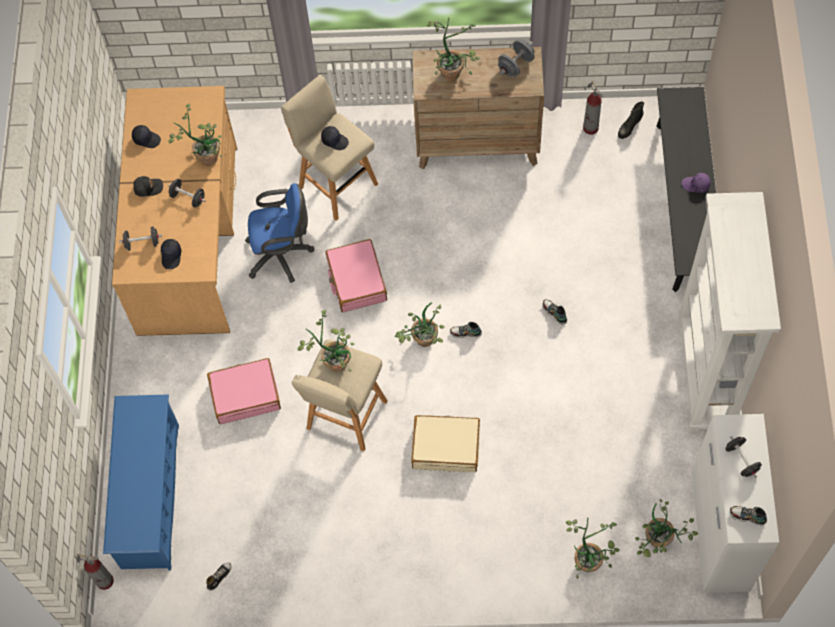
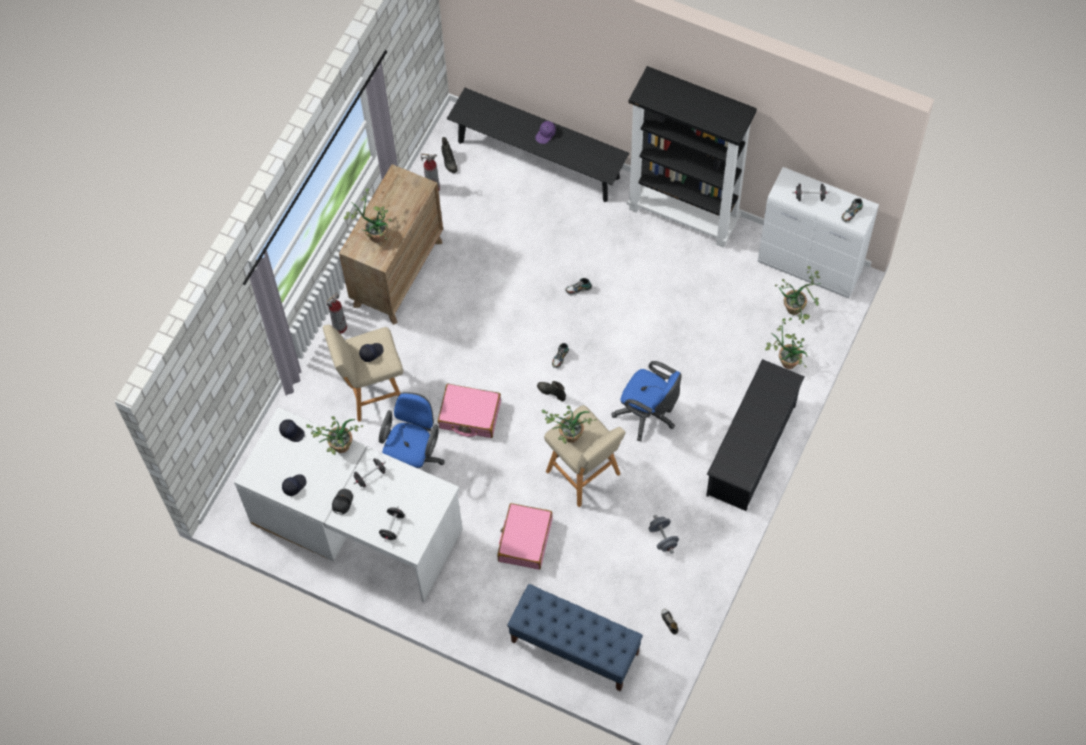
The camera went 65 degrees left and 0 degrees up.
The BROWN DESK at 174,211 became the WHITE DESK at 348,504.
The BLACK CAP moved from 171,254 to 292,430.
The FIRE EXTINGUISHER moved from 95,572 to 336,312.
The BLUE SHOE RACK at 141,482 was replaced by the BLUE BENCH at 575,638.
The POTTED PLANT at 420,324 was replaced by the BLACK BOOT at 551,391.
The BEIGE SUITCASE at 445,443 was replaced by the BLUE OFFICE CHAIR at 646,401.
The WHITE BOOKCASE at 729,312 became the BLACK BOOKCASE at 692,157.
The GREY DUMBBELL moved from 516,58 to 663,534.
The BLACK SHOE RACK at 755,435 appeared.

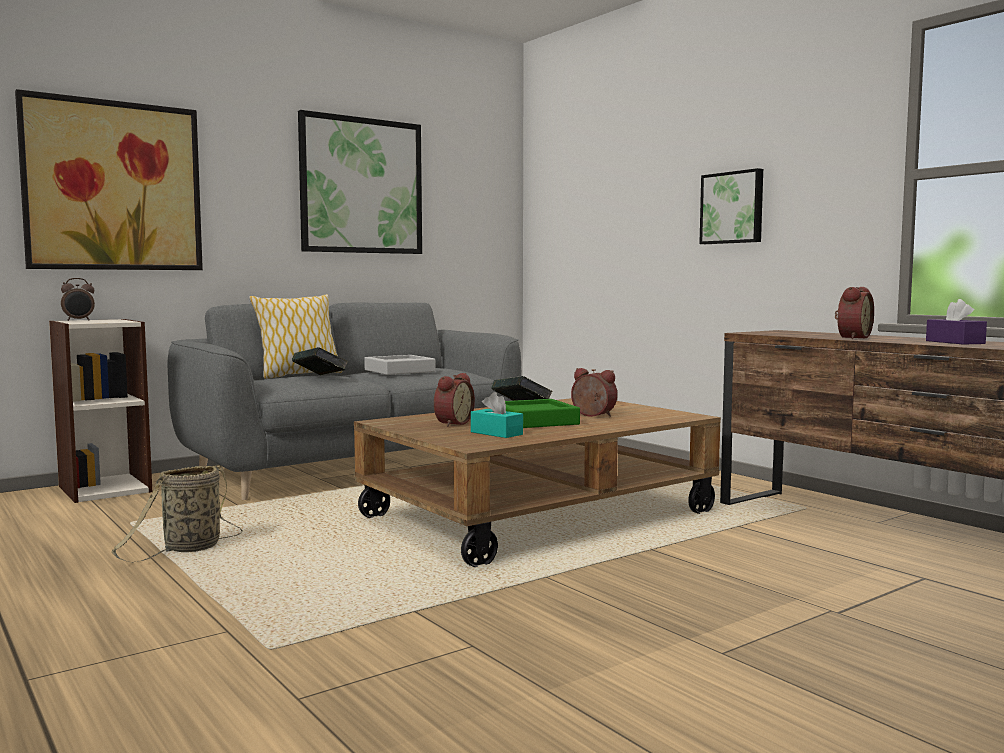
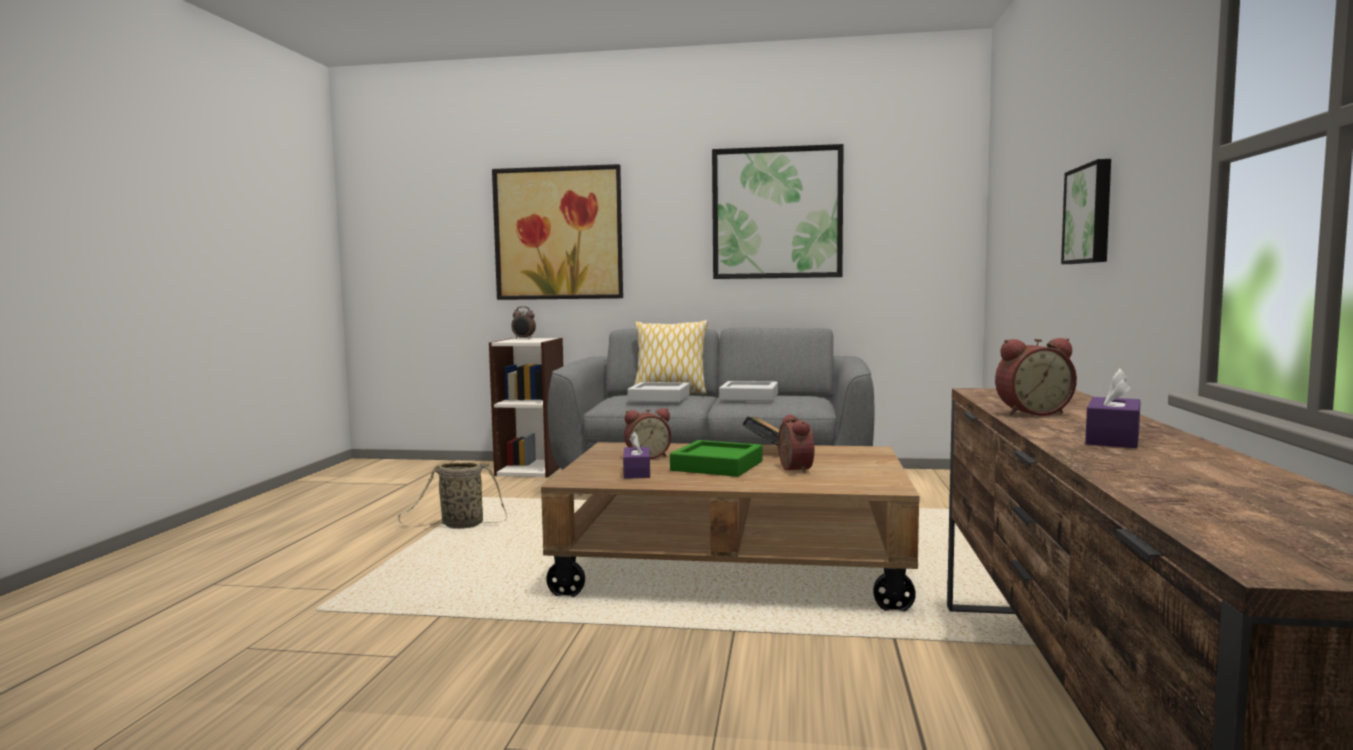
The camera went 45 degrees right and 0 degrees up.
The TURQUOISE TISSUE BOX at 497,415 became the PURPLE TISSUE BOX at 636,455.
The BOOK at 320,361 was replaced by the GREY TRAY at 659,392.

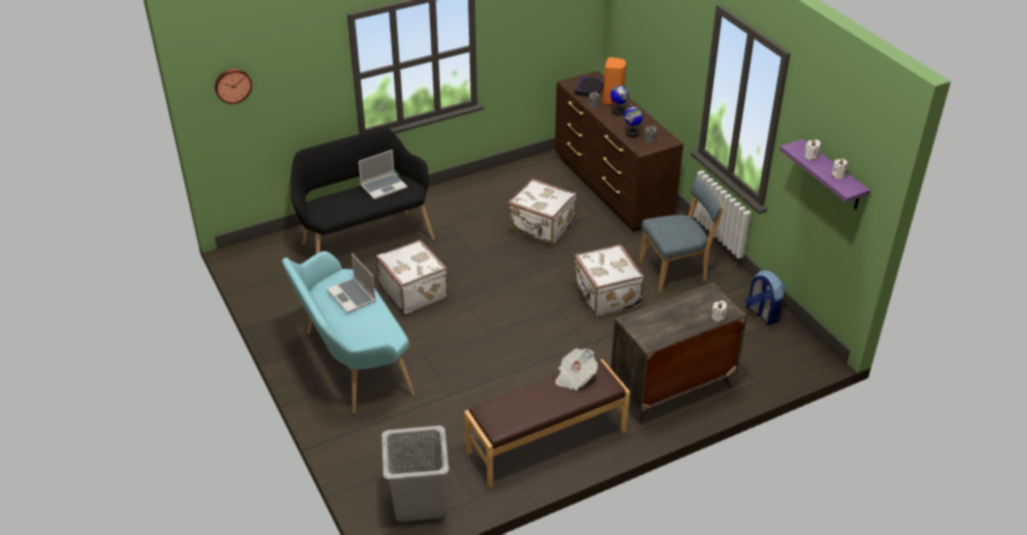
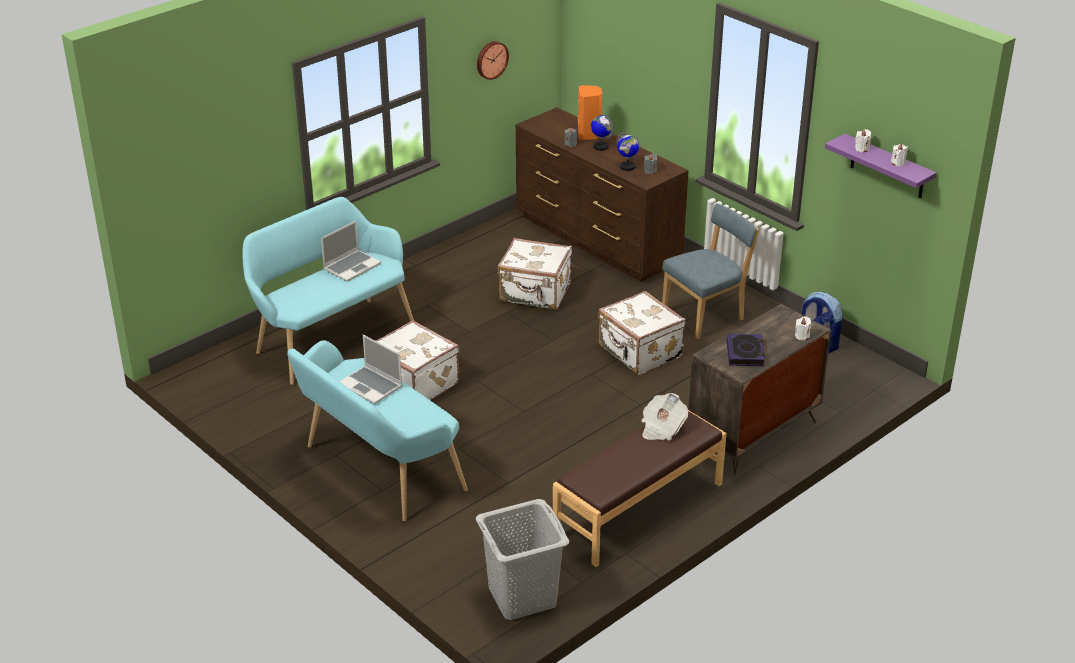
The camera went 15 degrees left and 5 degrees down.
The BLACK BENCH at 362,191 became the TURQUOISE BENCH at 328,291.
The WALL CLOCK moved from 233,86 to 493,60.
The BOOK moved from 589,86 to 746,349.

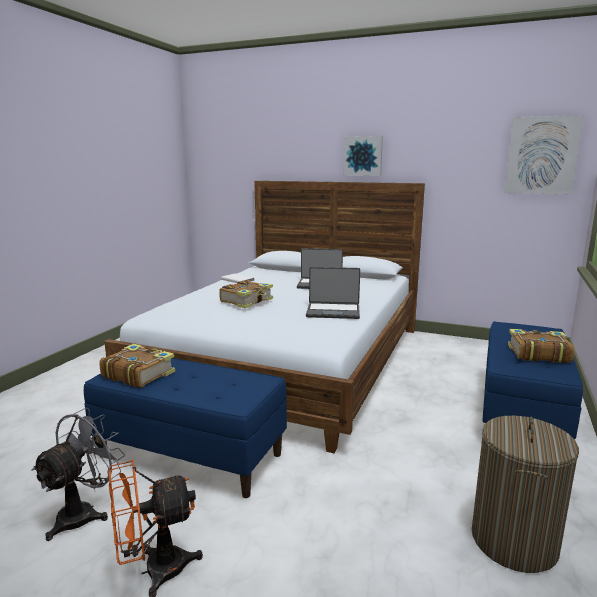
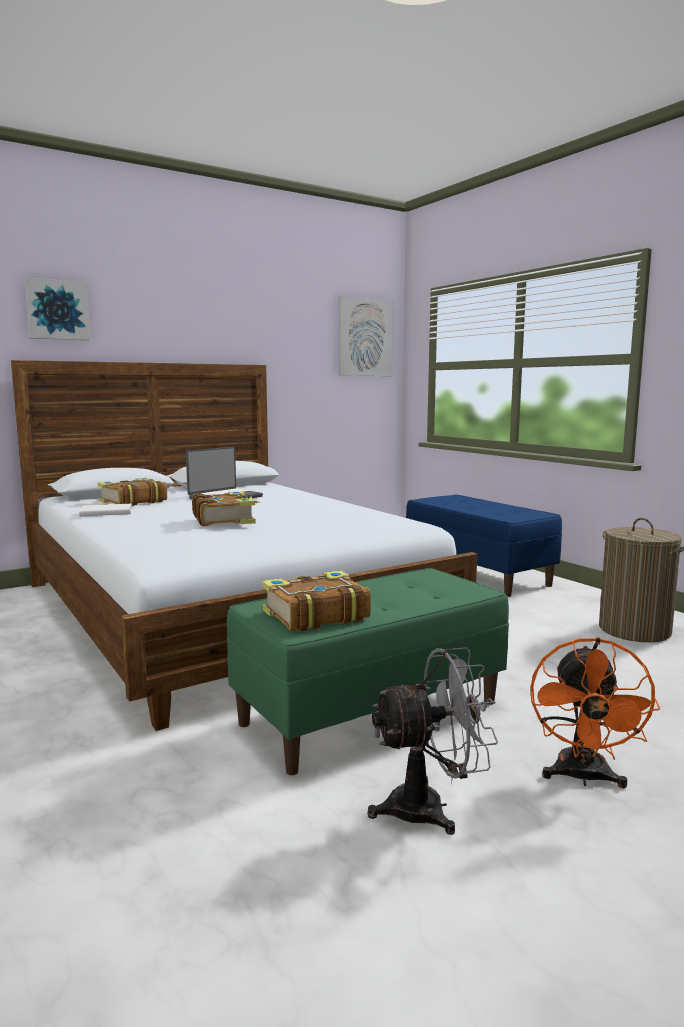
The camera went 55 degrees left and 5 degrees down.
The PICTURE moved from 363,156 to 57,308.
The BOOK moved from 541,346 to 132,492.
The BLUE BENCH at 185,428 became the GREEN BENCH at 368,671.
The GREY FAN at 78,474 turned 105 degrees clockwise.
The LAPTOP at 333,293 disappeared.

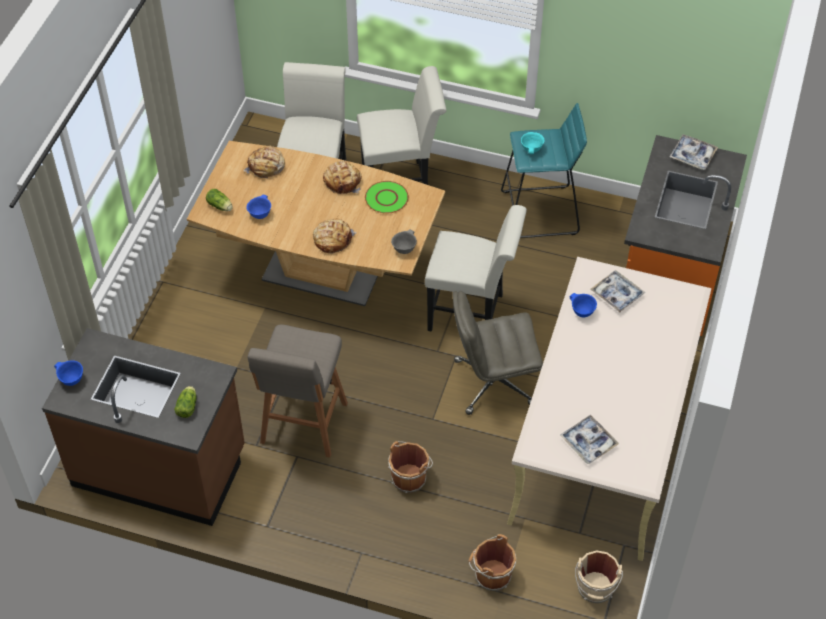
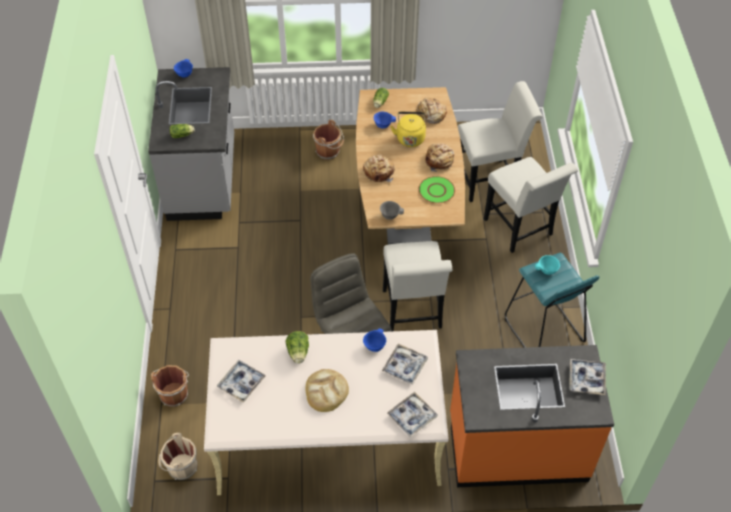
The camera went 70 degrees right and 0 degrees up.
The BROWN COUNTER at 143,427 became the GREY COUNTER at 191,144.
The LETTUCE at 297,347 appeared.
The BREAD at 327,390 appeared.
The BROWN BUCKET moved from 410,467 to 328,140.
The TRAY at 412,414 appeared.
The YELLOW KETTLE at 408,129 appeared.
The GREY STOOL at 298,391 disappeared.

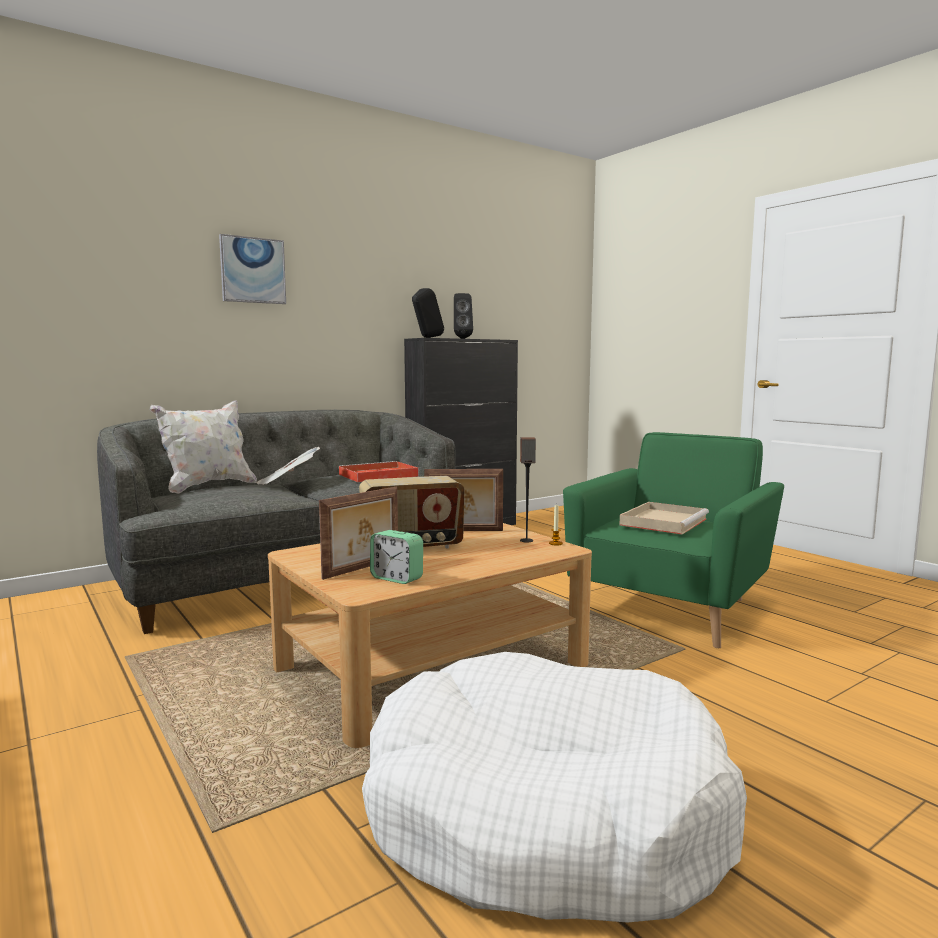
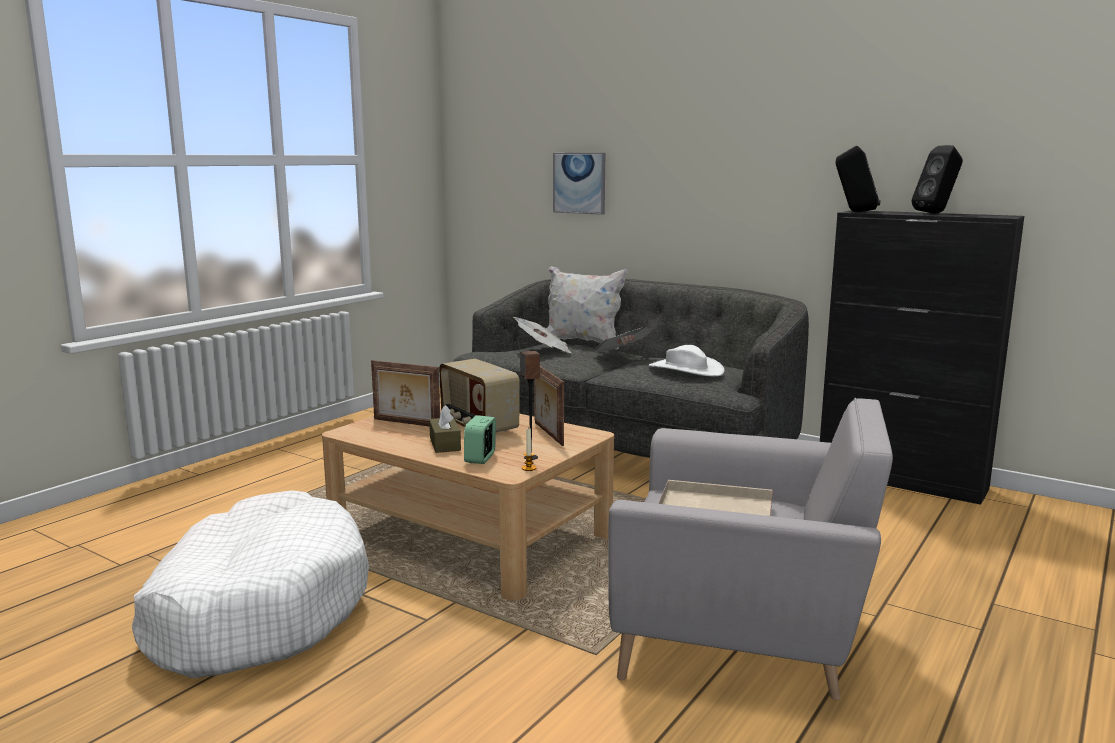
The camera went 70 degrees right and 5 degrees up.
The BROWN TISSUE BOX at 445,429 appeared.
The ALARM CLOCK moved from 396,557 to 480,439.
The NEWSPAPER at 542,335 appeared.
The PICTURE moved from 252,269 to 579,184.
The GREEN ARMCHAIR at 673,540 became the GREY ARMCHAIR at 750,549.
The RED TRAY at 378,471 was replaced by the WHITE HAT at 687,361.

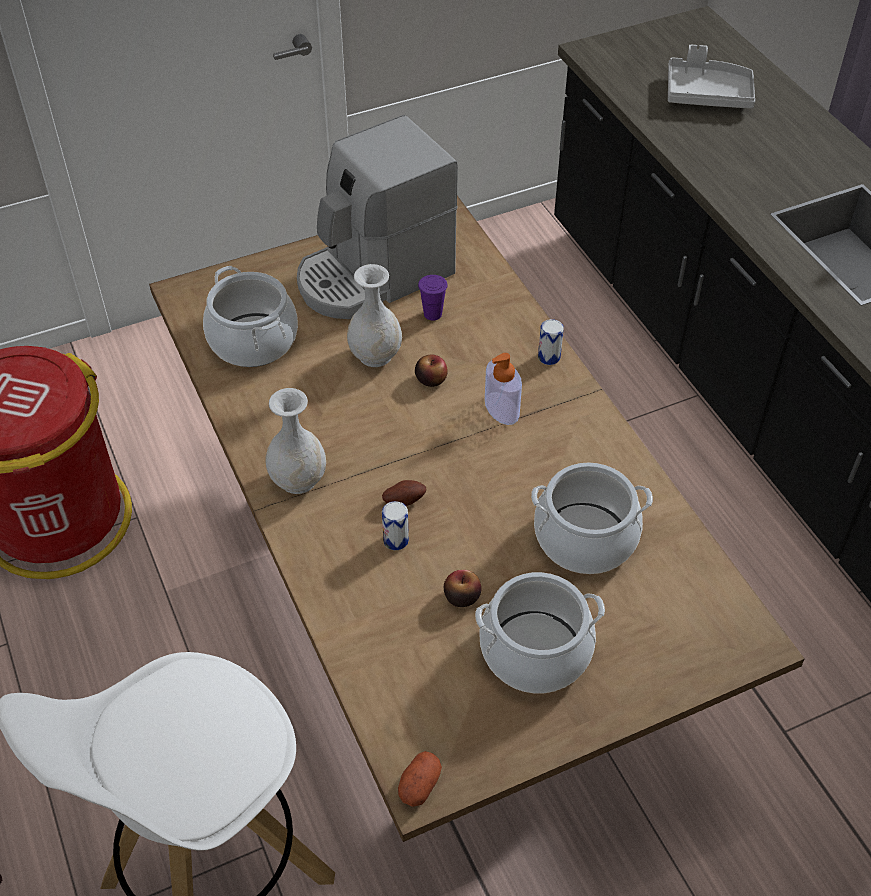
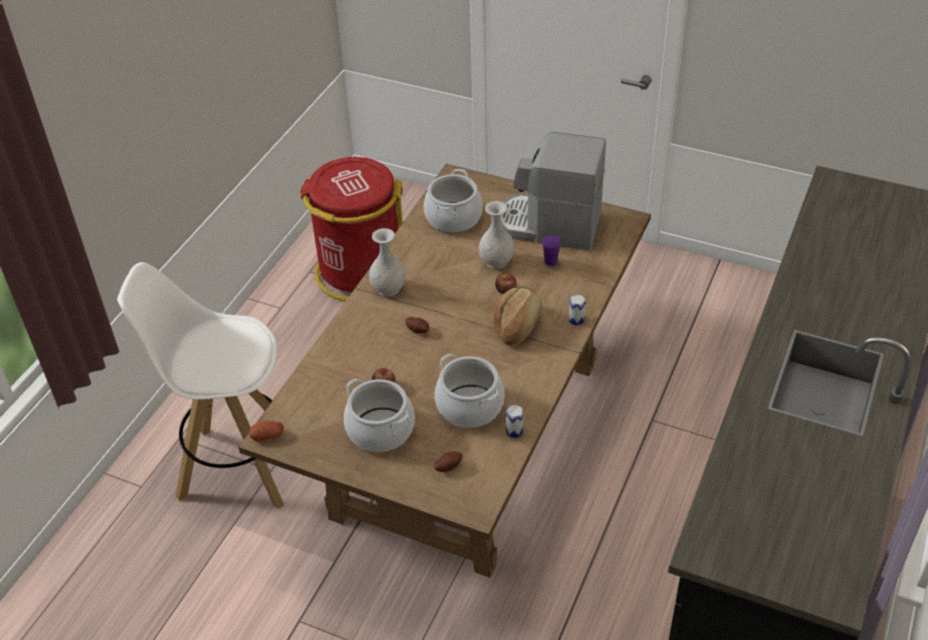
The camera went 50 degrees right and 5 degrees down.
The POTATO at 448,462 appeared.
The SOAP DISPENSER at 503,389 was replaced by the BREAD at 517,317.
The CAN moved from 395,525 to 514,421.
The GREY TRAY at 711,76 disappeared.

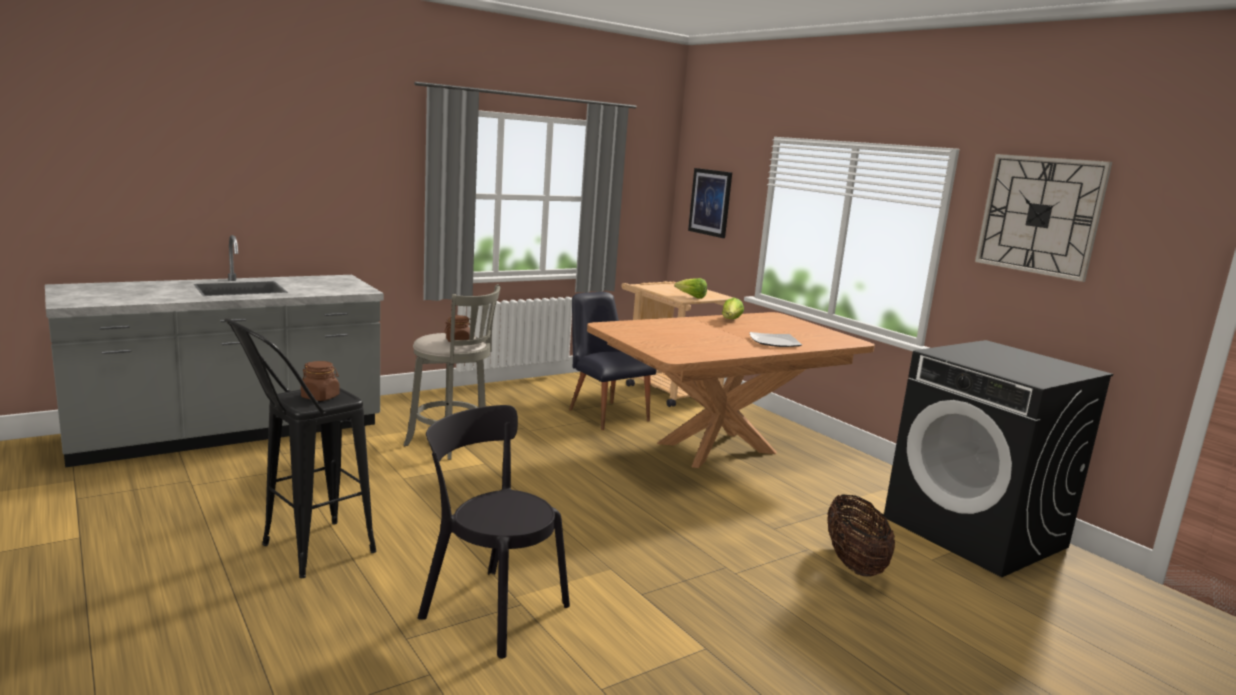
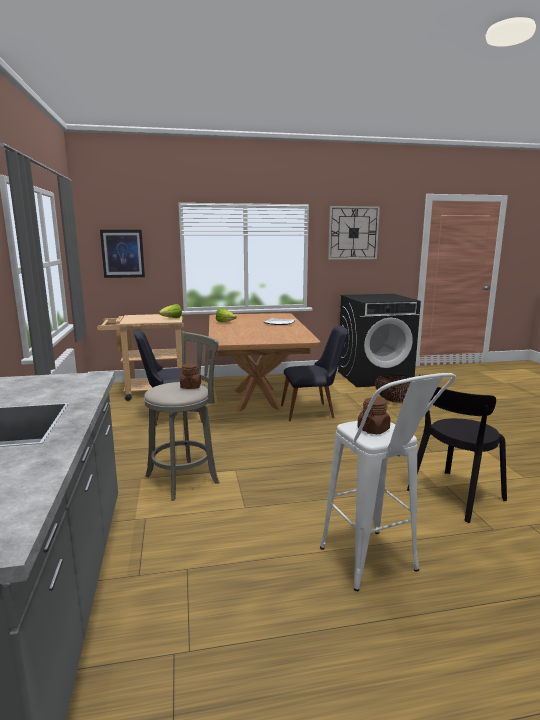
The camera went 65 degrees left and 0 degrees up.
The BLACK CHAIR at 314,373 appeared.
The BLACK STOOL at 300,448 became the WHITE STOOL at 388,482.

